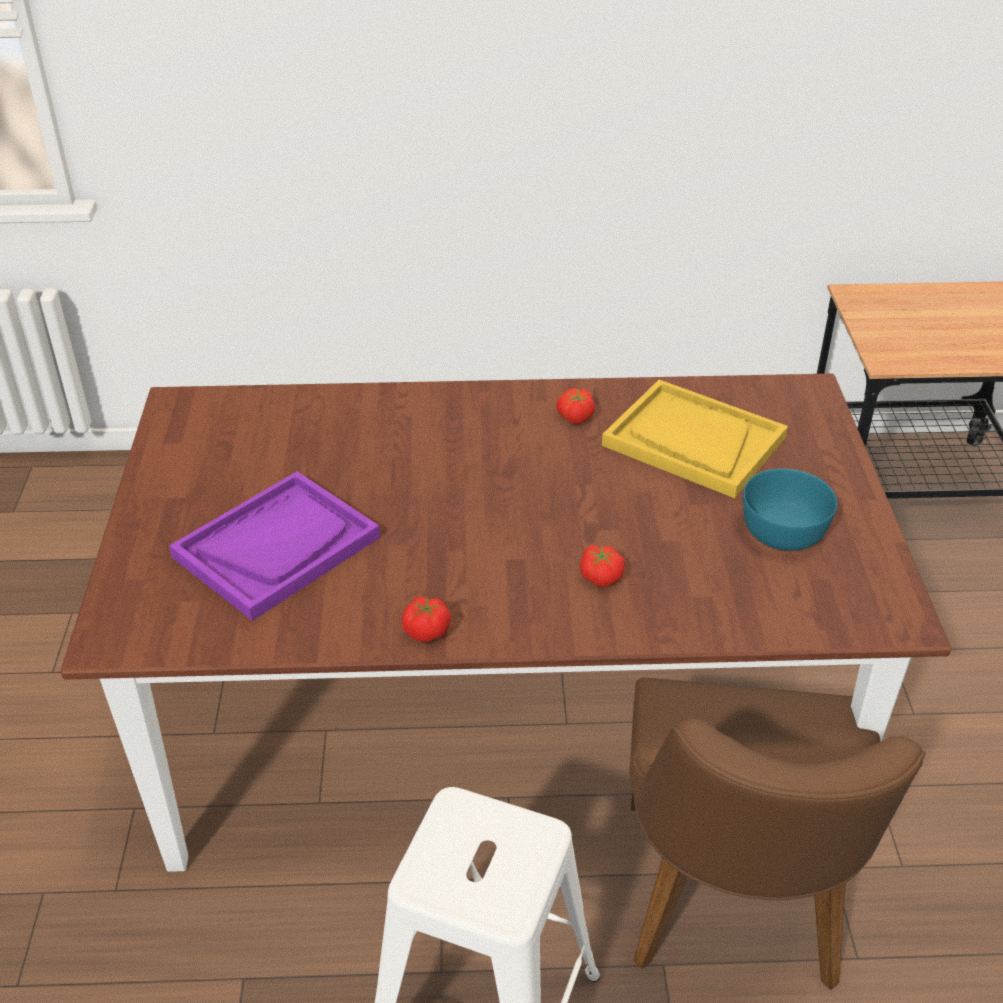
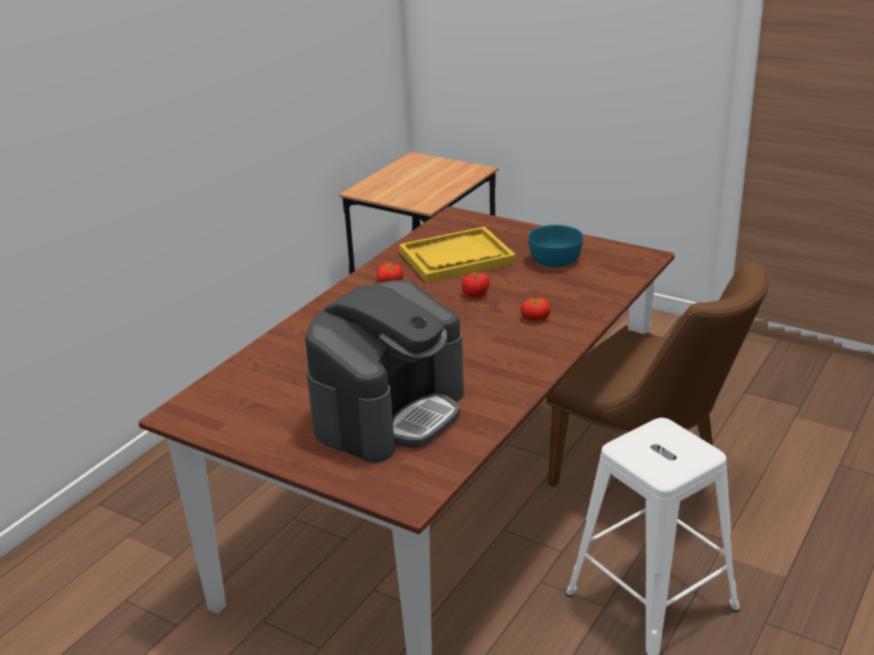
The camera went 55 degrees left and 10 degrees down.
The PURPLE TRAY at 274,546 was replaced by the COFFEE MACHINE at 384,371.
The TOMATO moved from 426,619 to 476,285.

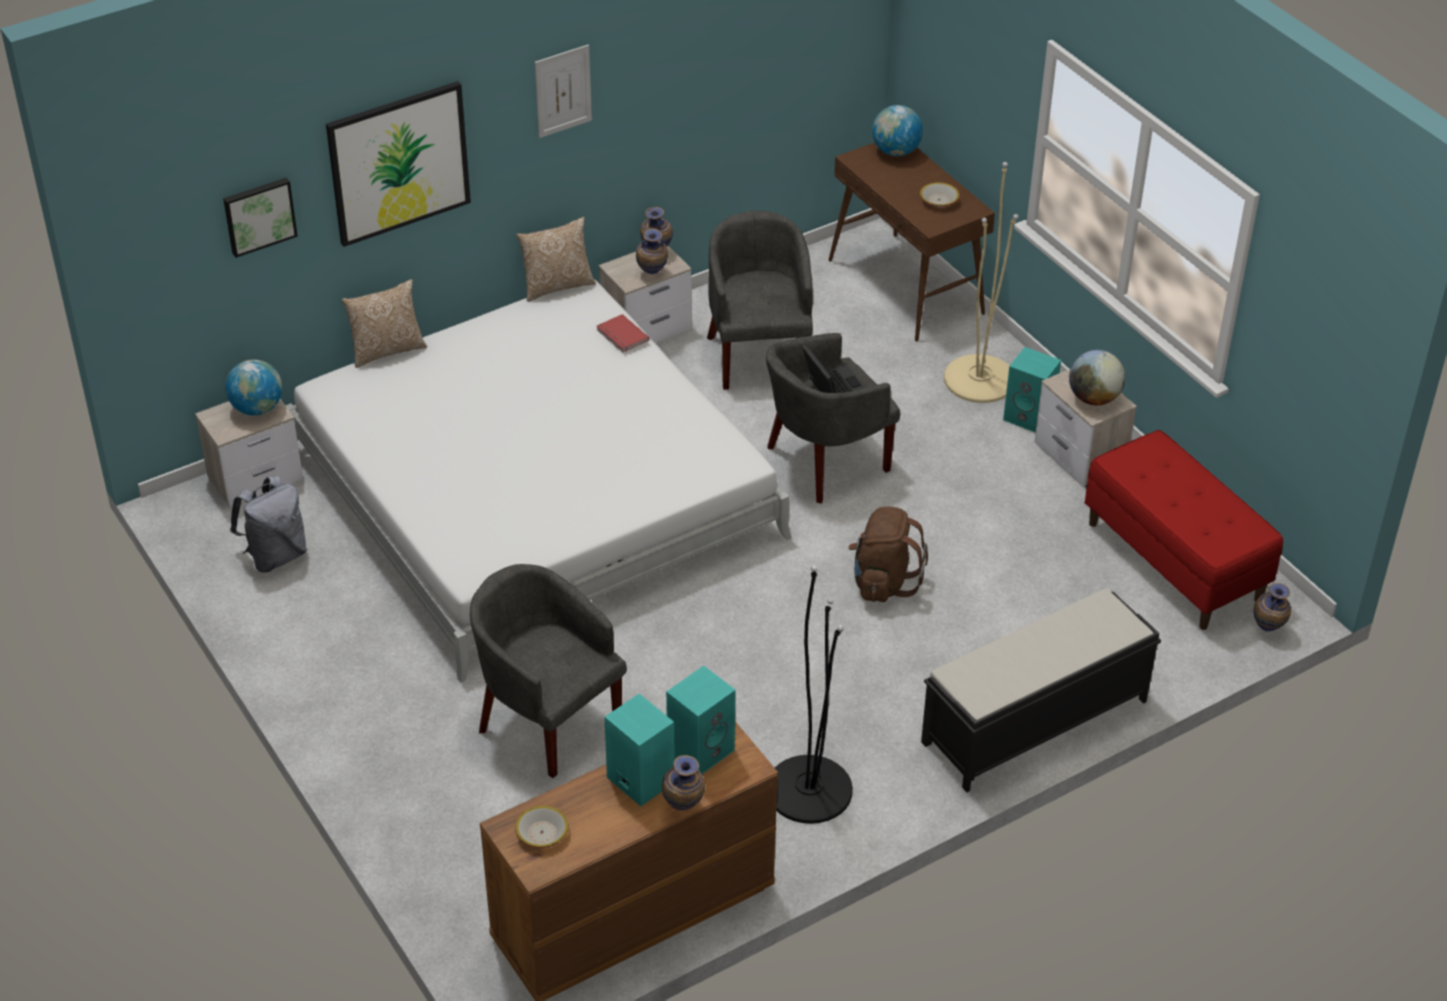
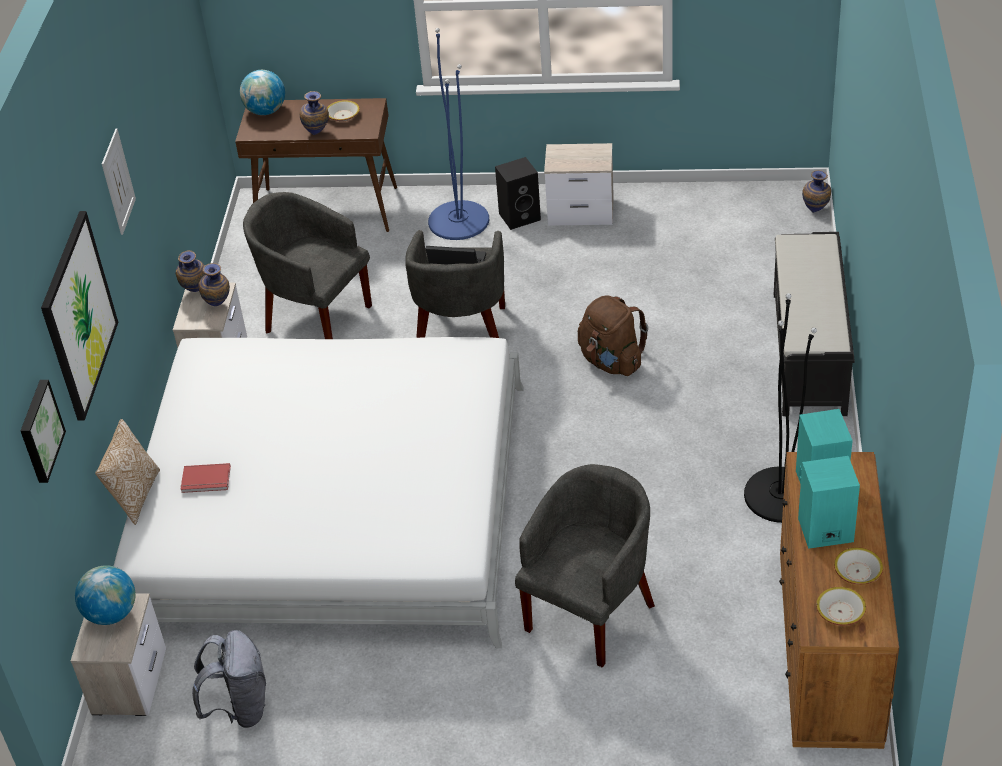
The camera went 50 degrees left and 0 degrees up.
The RED BOOK moved from 623,333 to 205,478.
The VASE moved from 683,782 to 314,113.
The BEIGE FLOOR LAMP at 981,282 became the BLUE FLOOR LAMP at 458,134.
The TURQUOISE SPEAKER at 1032,390 became the BLACK SPEAKER at 518,193.
The GREY ARMCHAIR at 548,671 turned 135 degrees clockwise.
The BOWL at 858,566 appeared.
The PILLOW at 556,259 disappeared.
The GLOBE at 1097,377 disappeared.
The RED BENCH at 1184,530 disappeared.

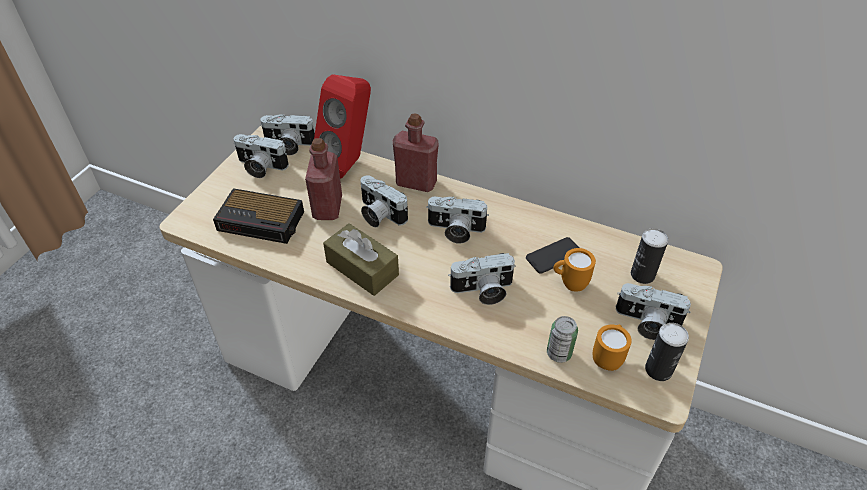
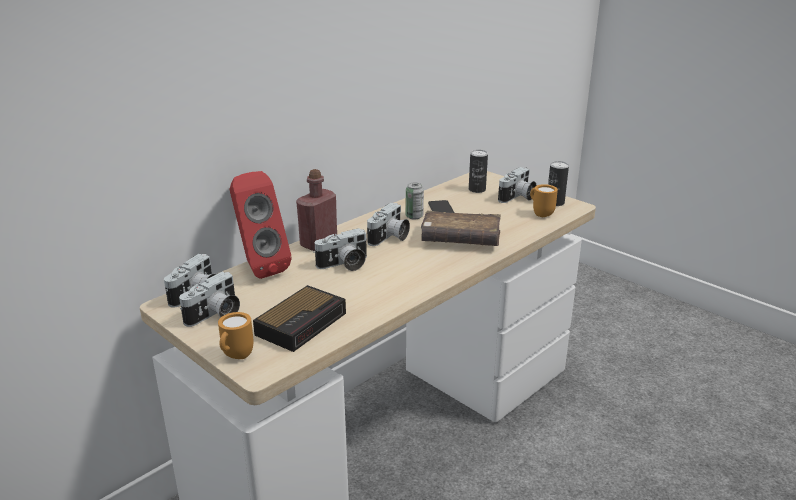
The camera went 70 degrees left and 20 degrees down.
The ORANGE MUG moved from 574,270 to 235,335.
The CAN moved from 562,339 to 415,201.
The PHOTO CAMERA at 482,279 was replaced by the BROWN BOOK at 461,228.
The RED BOTTLE at 323,179 disappeared.
The BROWN TISSUE BOX at 361,259 disappeared.

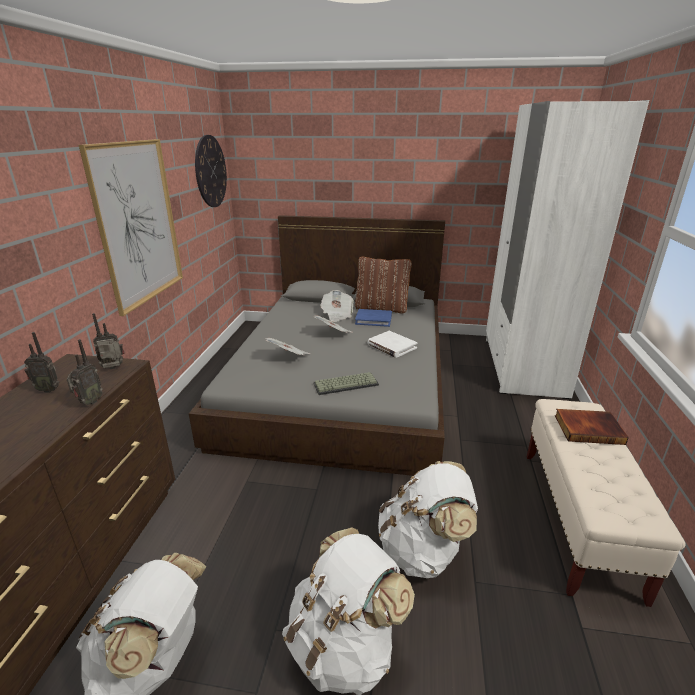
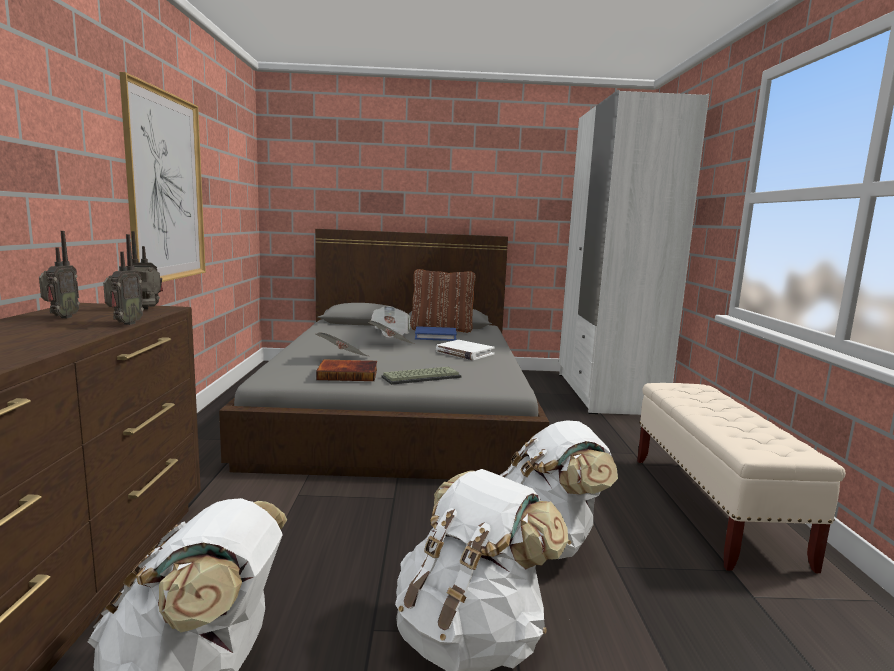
The camera went 10 degrees left and 15 degrees down.
The RADIO at 41,362 turned 75 degrees counterclockwise.
The BOOK moved from 592,427 to 346,370.
The WALL CLOCK at 211,171 disappeared.

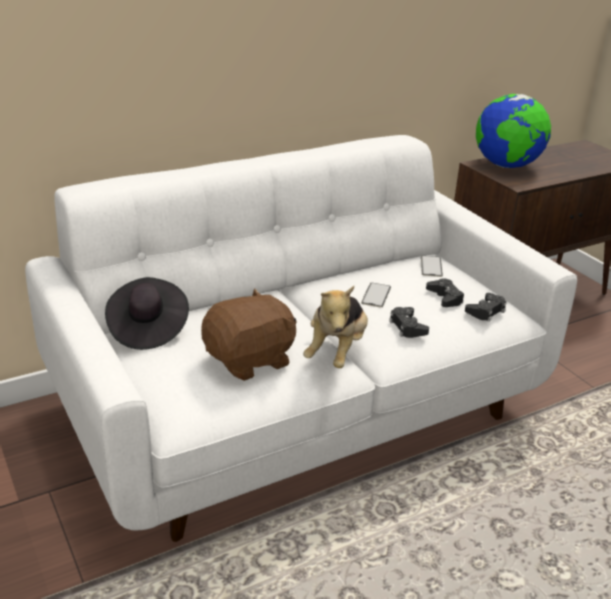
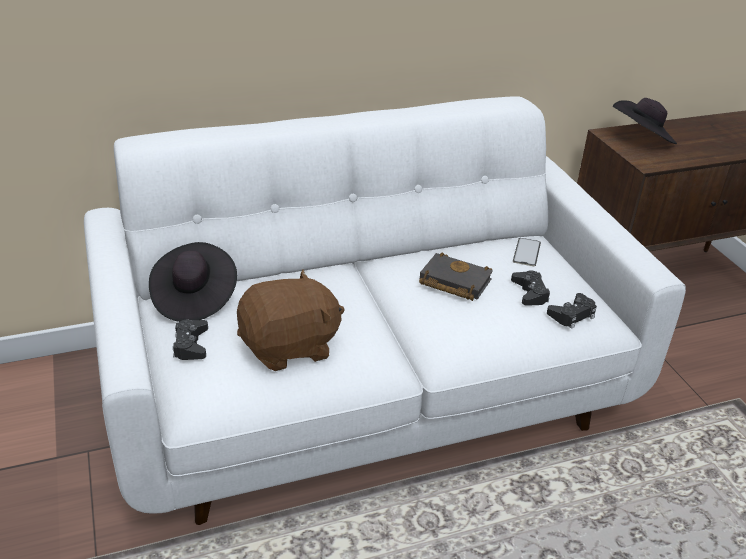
The camera went 10 degrees right and 5 degrees up.
The BLACK GAME CONTROLLER moved from 409,322 to 190,340.
The PHONE at 376,295 was replaced by the BLACK BOOK at 456,277.
The GLOBE at 513,131 was replaced by the BLACK HAT at 645,121.
The PLUSH TOY at 335,327 disappeared.

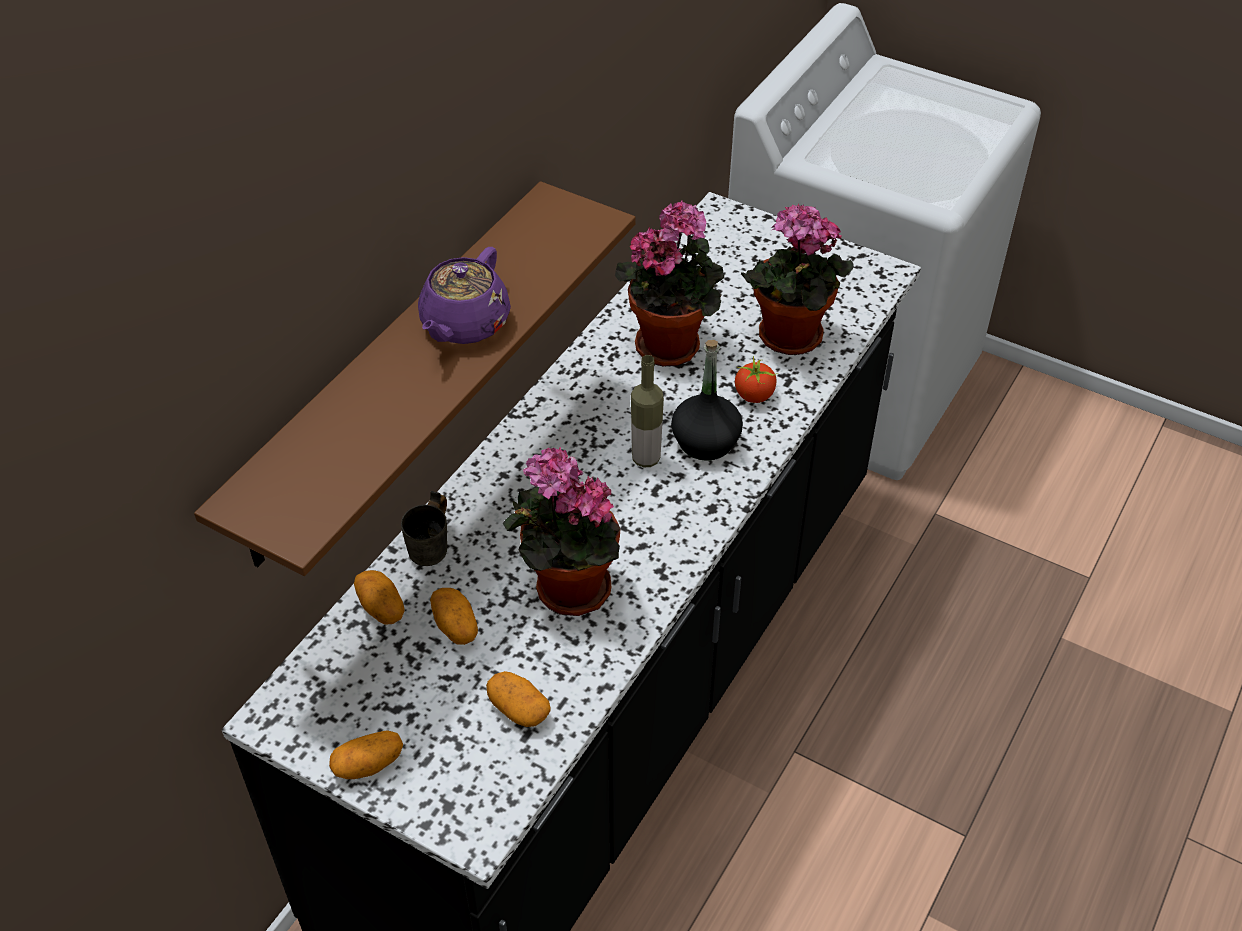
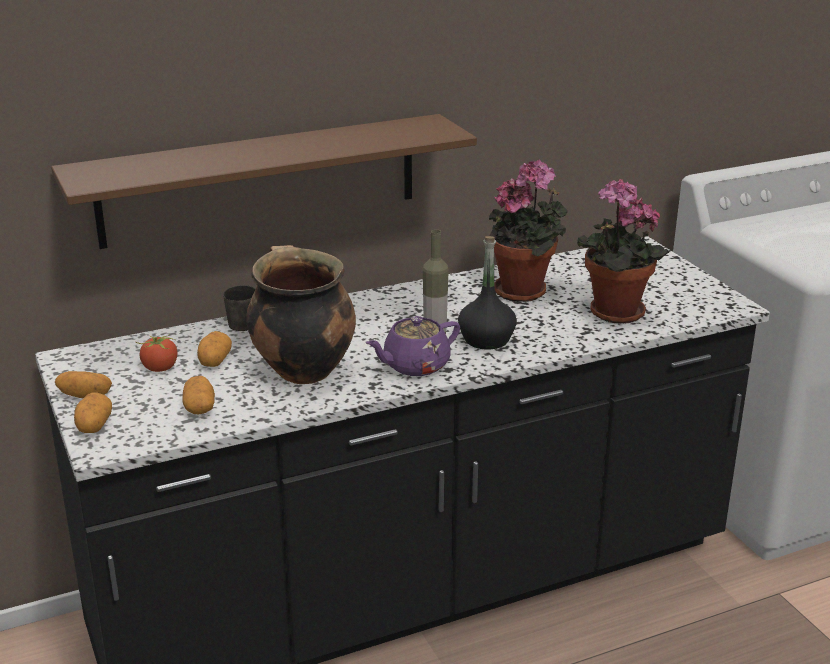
The camera went 35 degrees right and 20 degrees down.
The POTATO moved from 379,597 to 93,412.
The TOMATO moved from 756,379 to 156,353.
The POTTED PLANT at 561,531 was replaced by the COOKING POT at 301,314.
The PURPLE TEAPOT moved from 464,295 to 413,346.

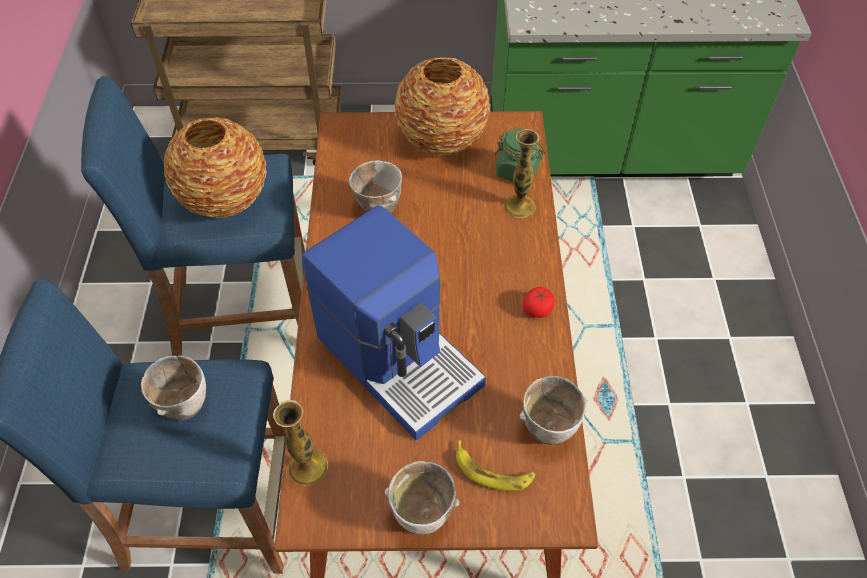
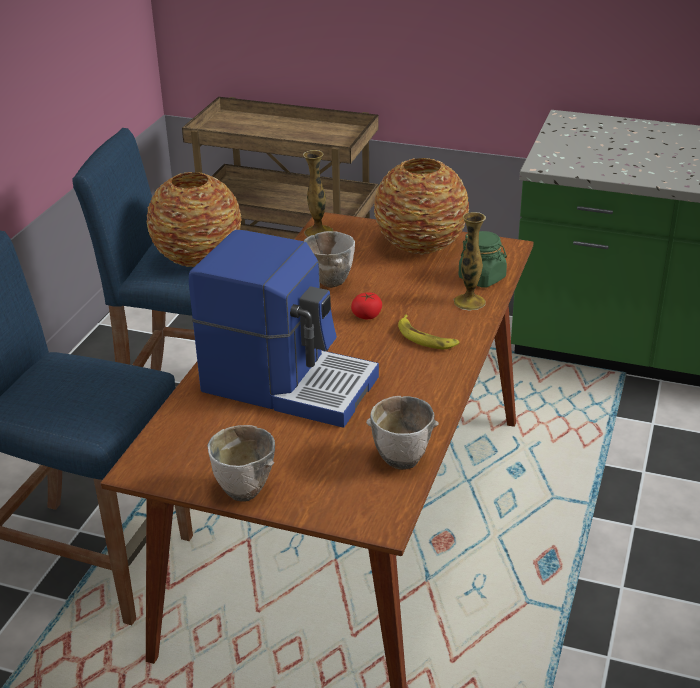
The camera went 20 degrees right and 20 degrees down.
The COFFEE MACHINE at 394,323 turned 45 degrees counterclockwise.
The VASE moved from 300,443 to 318,193.
The TOMATO moved from 539,302 to 366,305.
The BANANA moved from 495,465 to 428,332.
The BOWL at 173,388 disappeared.

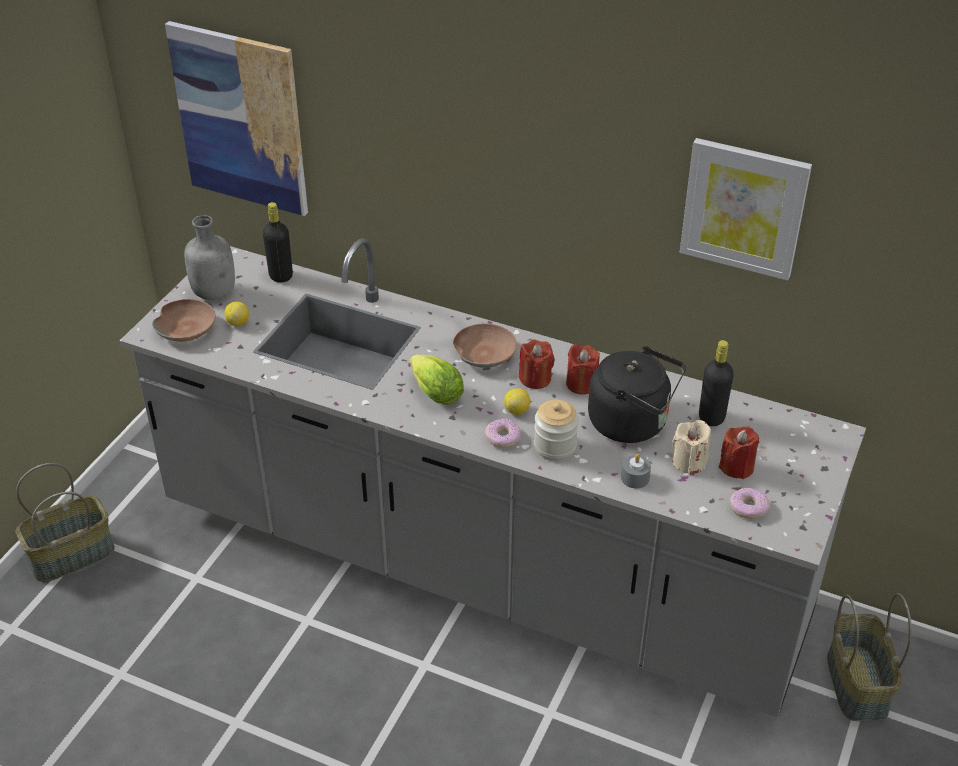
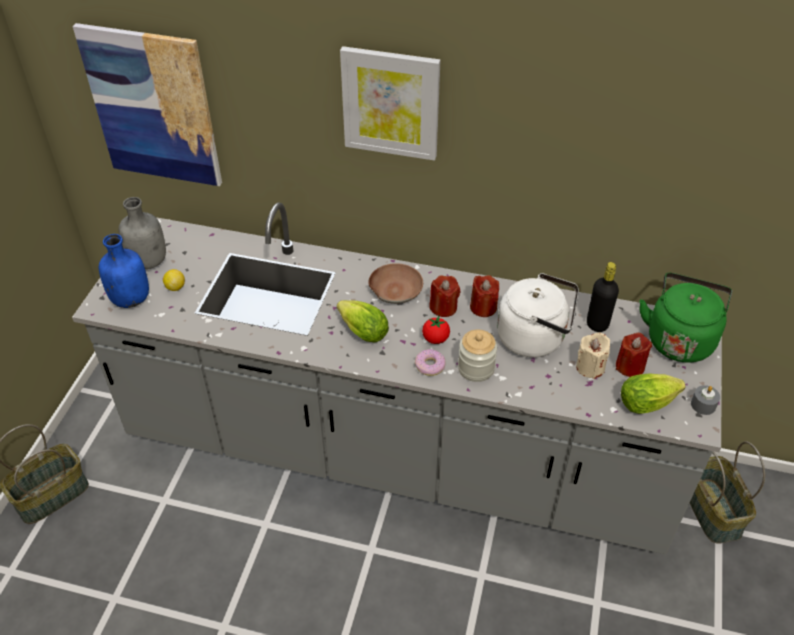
The camera went 10 degrees left and 5 degrees up.
The BROWN BOWL at 183,320 was replaced by the BLUE BOTTLE at 124,271.
The PICTURE moved from 746,209 to 390,103.
The LEMON at 517,401 was replaced by the TOMATO at 436,330.
The BLACK KETTLE at 637,394 became the WHITE KETTLE at 538,315.
The DONUT at 750,503 was replaced by the LETTUCE at 653,393.
The GREEN KETTLE at 685,318 appeared.
The GREY CANDLE moved from 636,471 to 705,400.
The BLACK BOTTLE at 278,242 disappeared.

